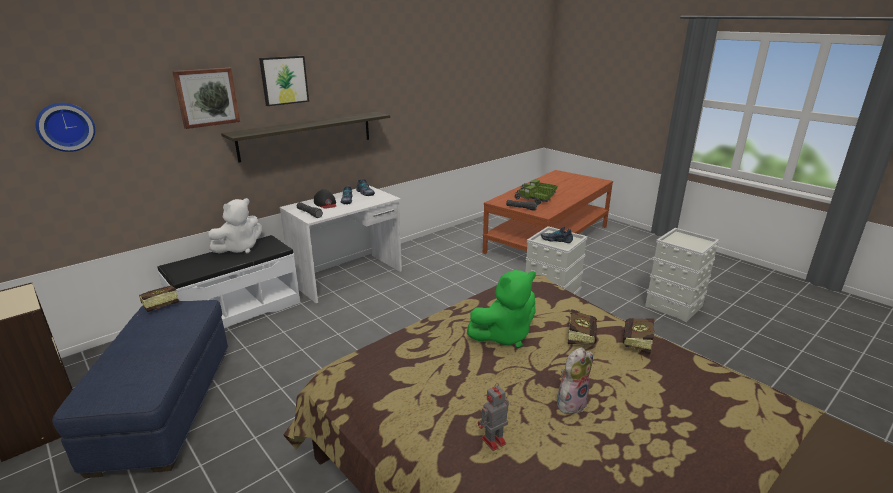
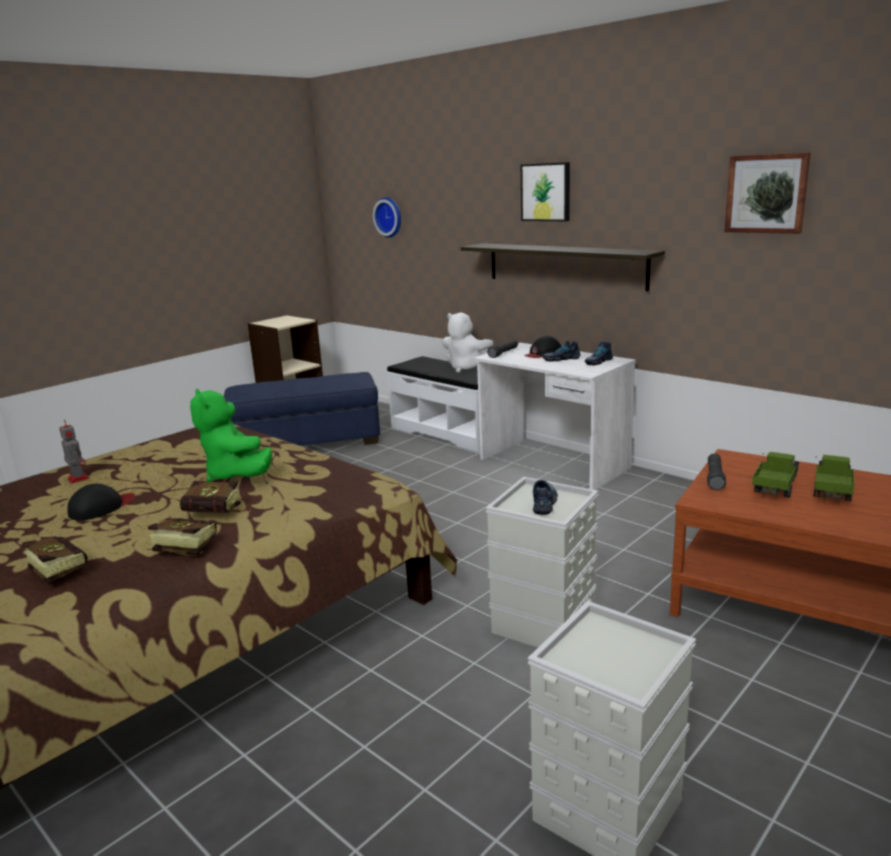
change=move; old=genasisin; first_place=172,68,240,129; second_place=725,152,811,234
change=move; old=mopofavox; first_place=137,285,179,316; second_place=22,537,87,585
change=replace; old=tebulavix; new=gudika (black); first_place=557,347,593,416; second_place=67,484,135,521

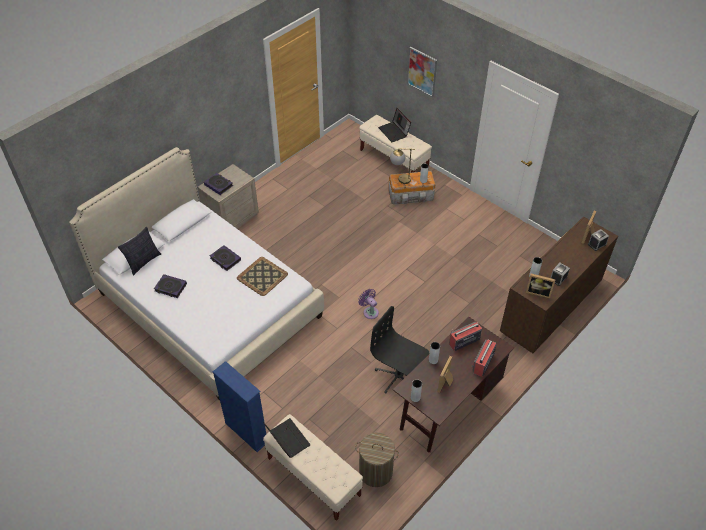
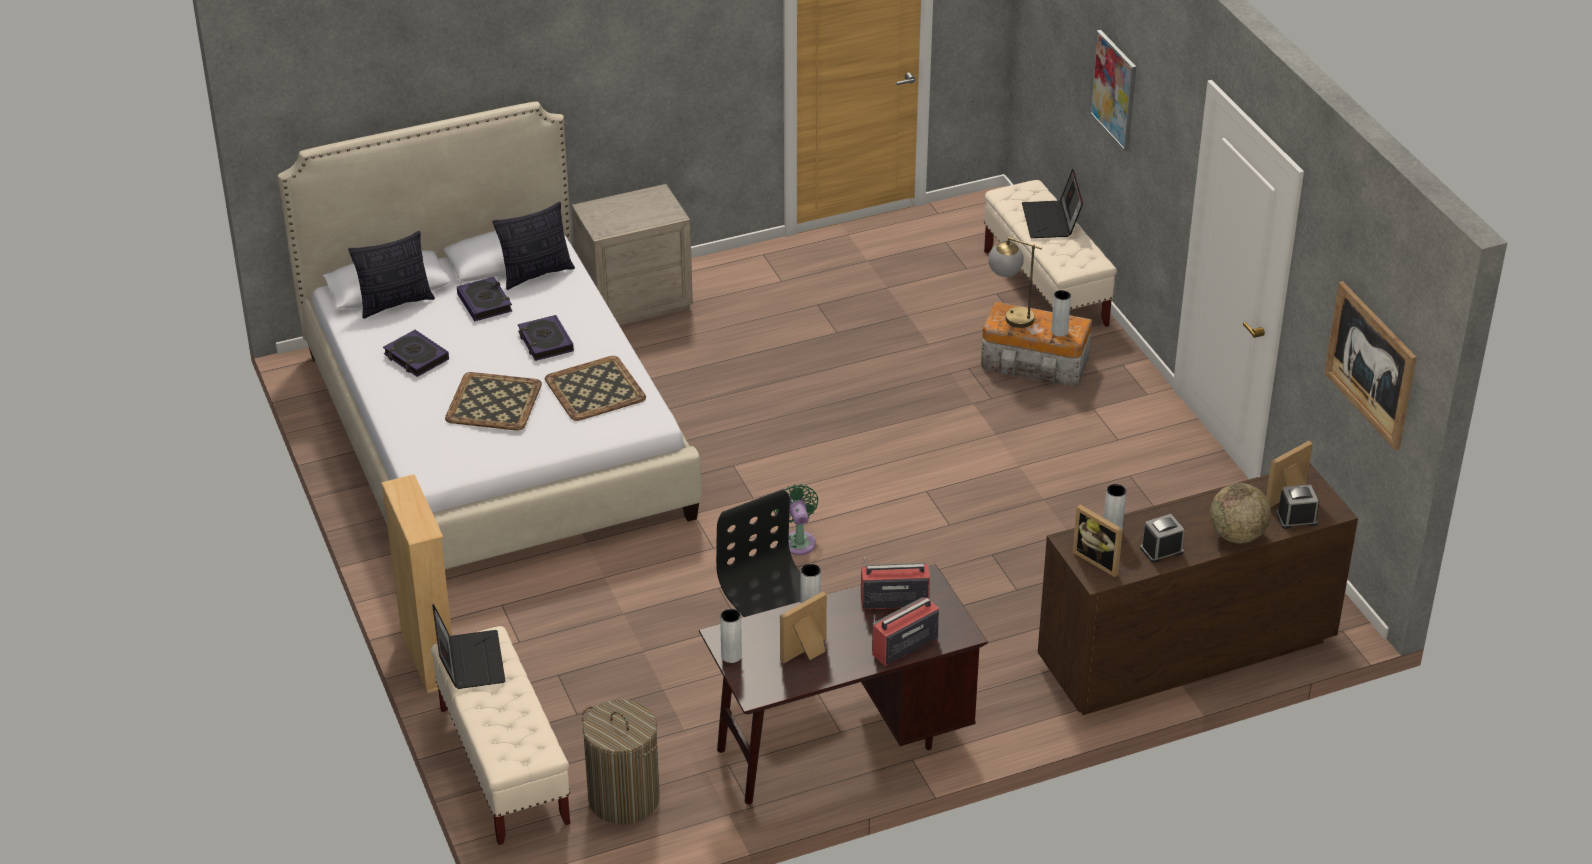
change=move; old=mopofavox; first_place=204,173,233,195; second_place=457,277,512,321
change=recolor; old=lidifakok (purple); new=lidifakok (green); first_place=358,289,379,319; second_place=773,484,818,555
change=recolor; old=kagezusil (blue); new=kagezusil (beige); first_place=213,361,266,452; second_place=381,474,452,693
change=insert; new=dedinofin; second_place=493,202,575,290
change=insert; new=genasisin; second_place=1324,281,1417,450
change=insert; new=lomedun; second_place=445,372,542,431
change=insert; new=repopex; second_place=1210,483,1271,543

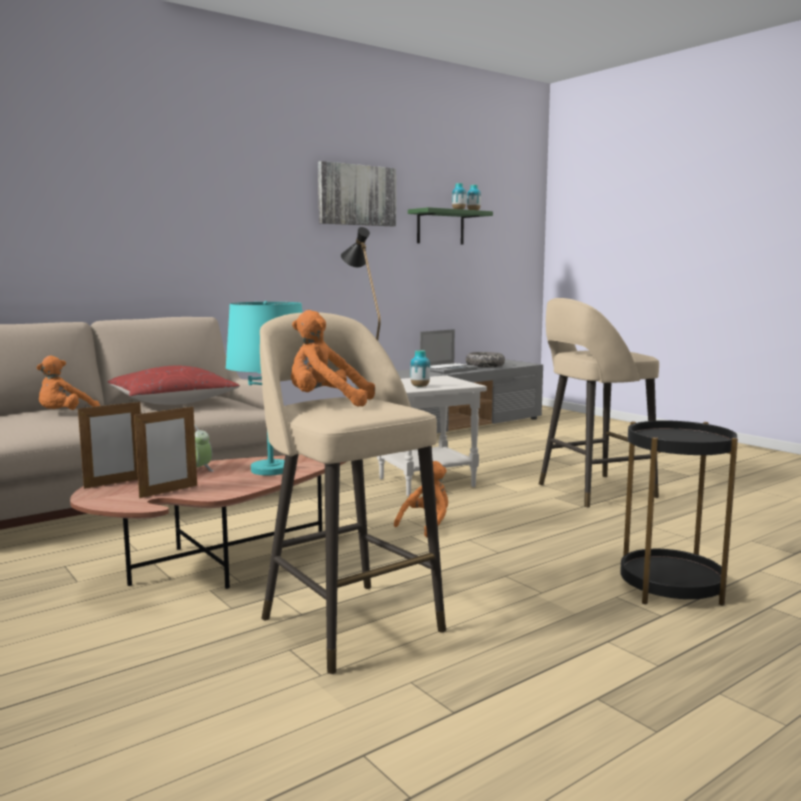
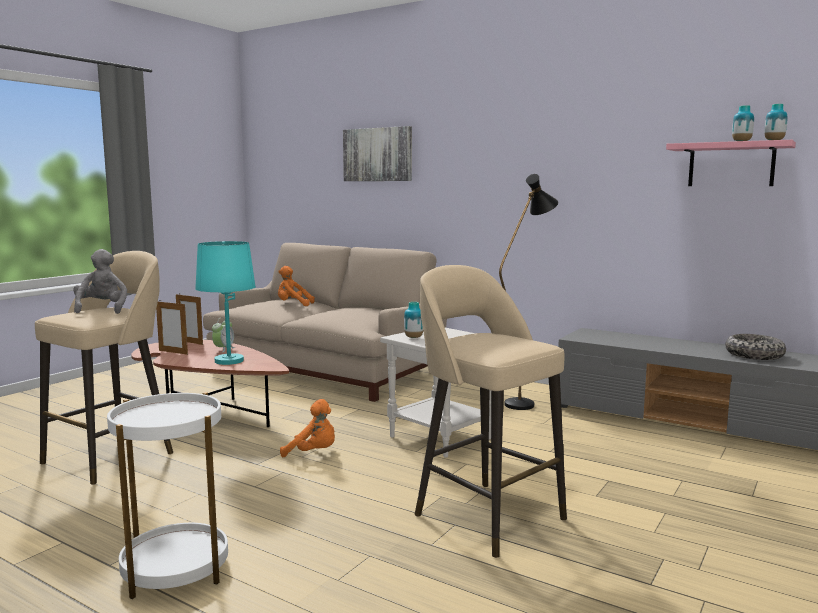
change=move; old=genasisin; first_place=318,161,396,226; second_place=343,126,412,181
change=recolor; old=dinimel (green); new=dinimel (pink); first_place=408,207,493,244; second_place=666,140,796,186
change=recolor; old=tebulavix (orange); new=tebulavix (grey); first_place=291,310,375,406; second_place=73,249,127,314
change=delete; old=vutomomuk; first_place=420,329,478,374
change=delete; old=dedinofin (red); first_place=107,366,240,405
change=recolor; old=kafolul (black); new=kafolul (white); first_place=620,420,738,606; second_place=107,392,228,599

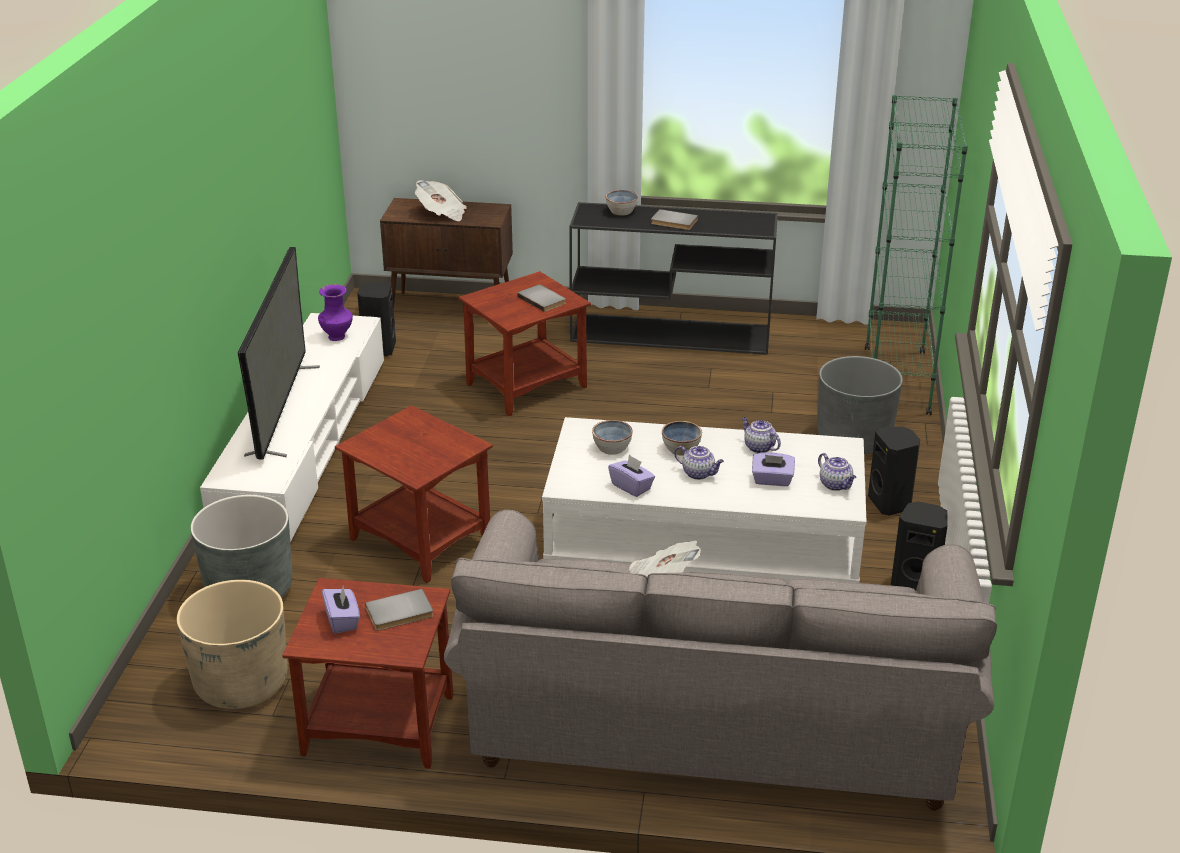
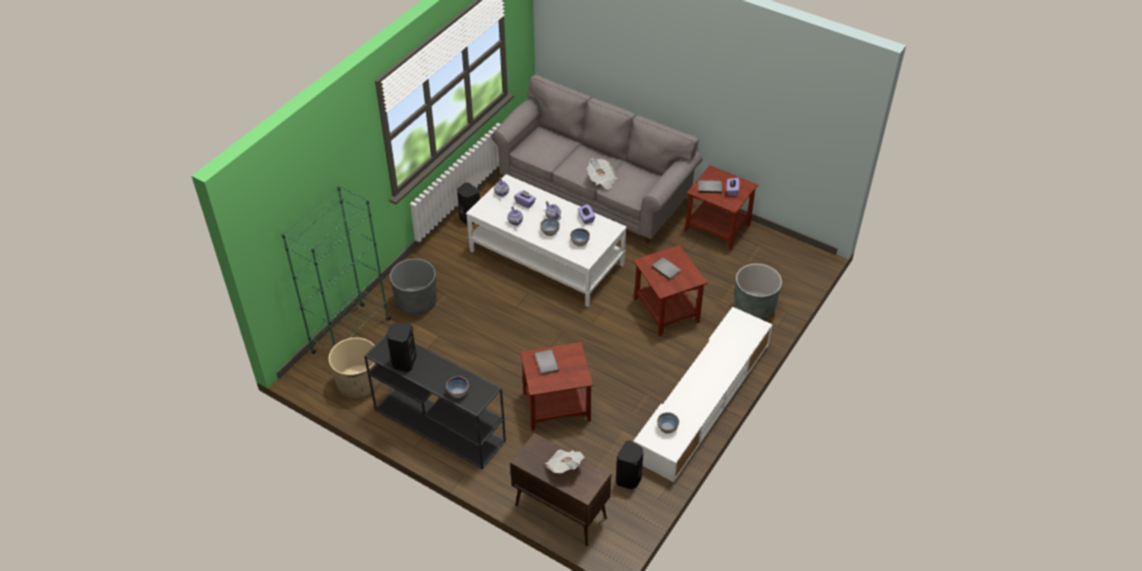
change=move; old=mopofavox (grey); first_place=651,209,698,230; second_place=651,257,681,280
change=delete; old=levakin; first_place=238,247,320,459
change=replace; old=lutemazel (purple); new=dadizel; first_place=318,284,353,341; second_place=657,412,679,434
change=move; old=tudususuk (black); first_place=868,427,920,516; second_place=387,323,417,372
change=move; old=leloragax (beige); first_place=177,580,288,709; second_place=329,337,380,398

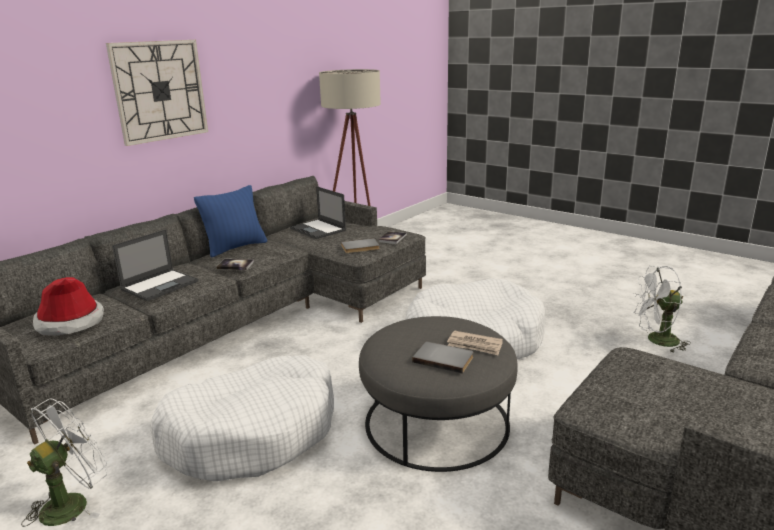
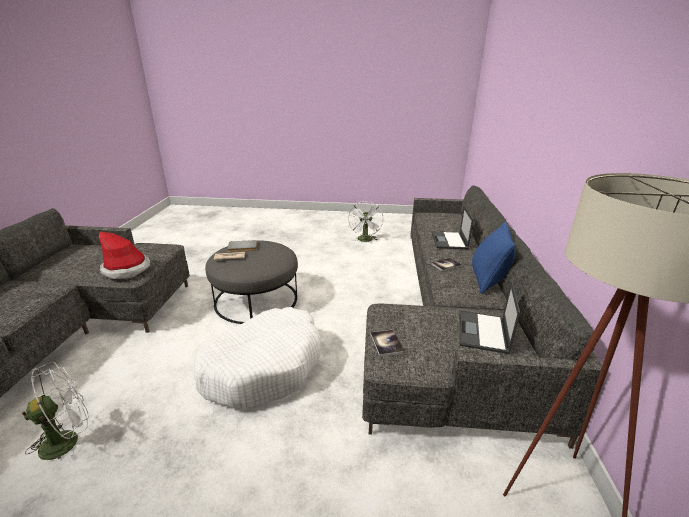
change=delete; old=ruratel; first_place=106,40,208,146
change=rotate; old=vutomomuk; first_place=290,186,346,239; second_place=459,281,520,354; degrees=-90
change=delete; old=mopofavox (grey); first_place=341,238,380,253
change=move; old=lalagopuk; first_place=33,277,104,336; second_place=99,232,150,279
change=delete; old=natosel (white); first_place=150,355,334,481

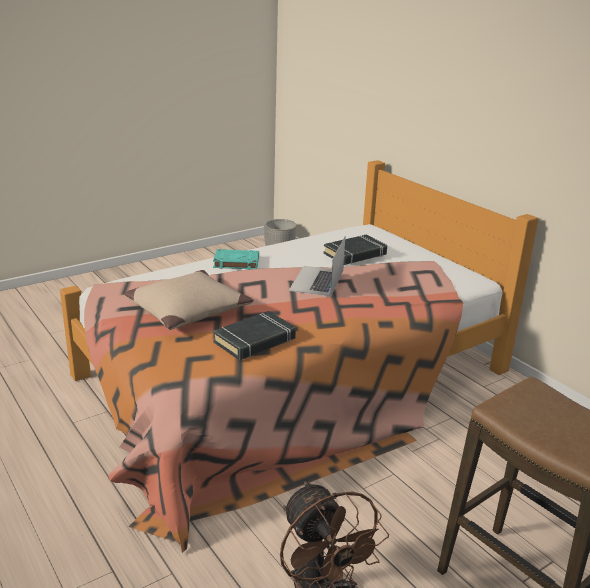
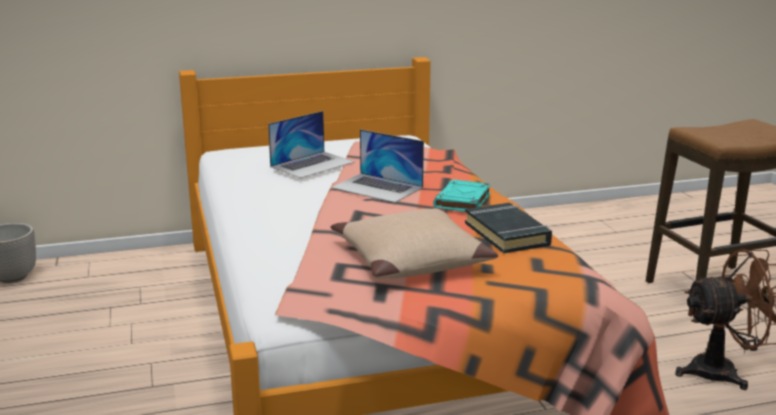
change=replace; old=mopofavox (black); new=vutomomuk; first_place=323,235,387,265; second_place=268,111,355,178
change=move; old=mopofavox (turquoise); first_place=213,249,259,270; second_place=433,179,491,212

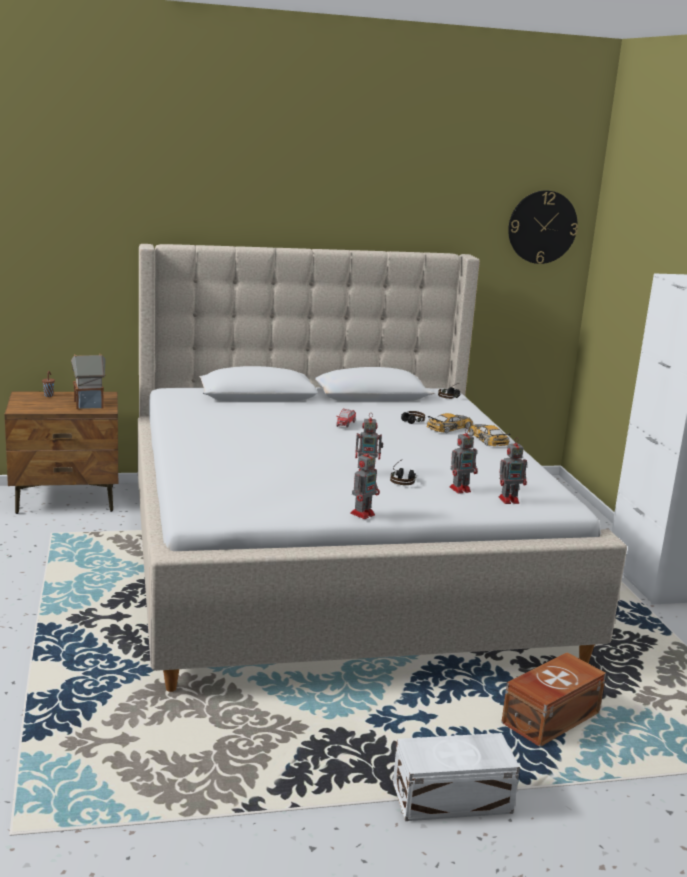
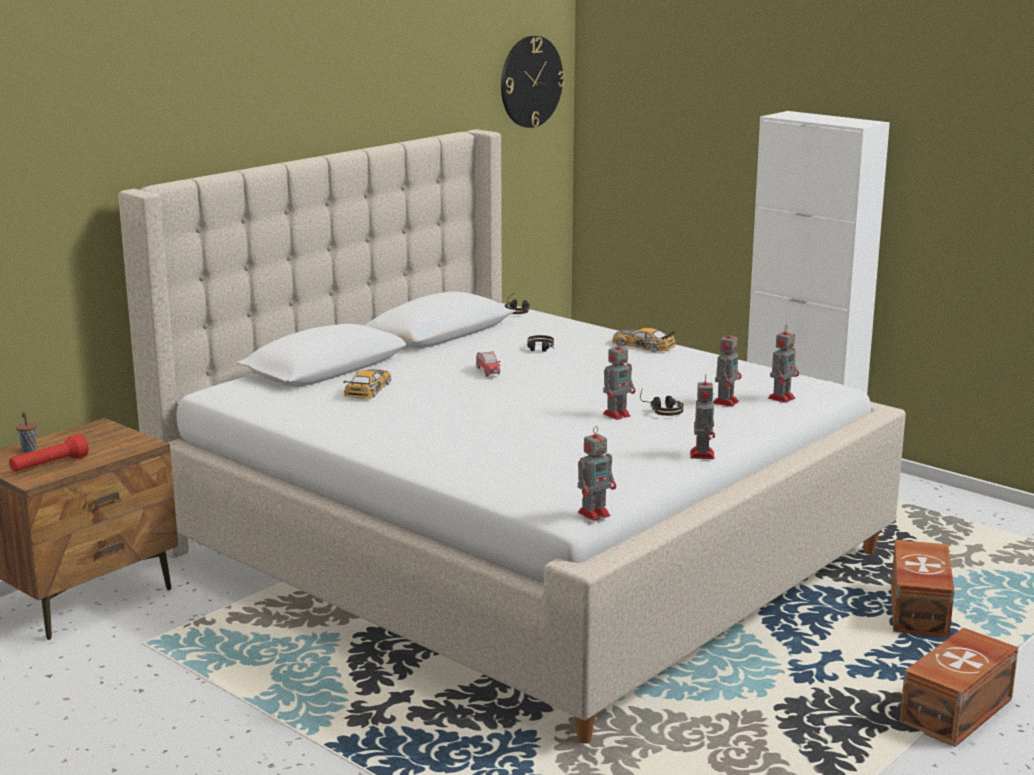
change=delete; old=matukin; first_place=71,354,106,409
change=move; old=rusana; first_place=426,413,473,433; second_place=344,369,391,398
change=recolor; old=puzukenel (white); new=puzukenel (brown); first_place=393,733,520,821; second_place=900,628,1019,747
change=insert; new=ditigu; second_place=578,426,616,521
change=insert; new=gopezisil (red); second_place=9,434,89,472

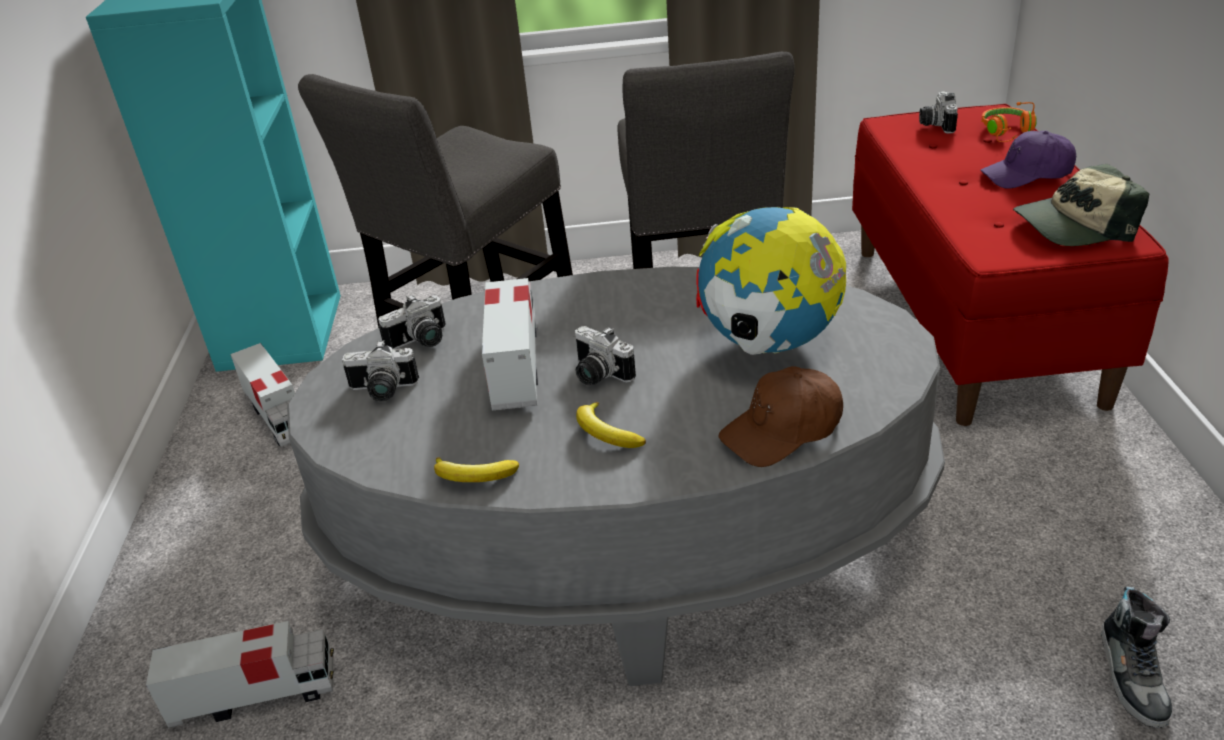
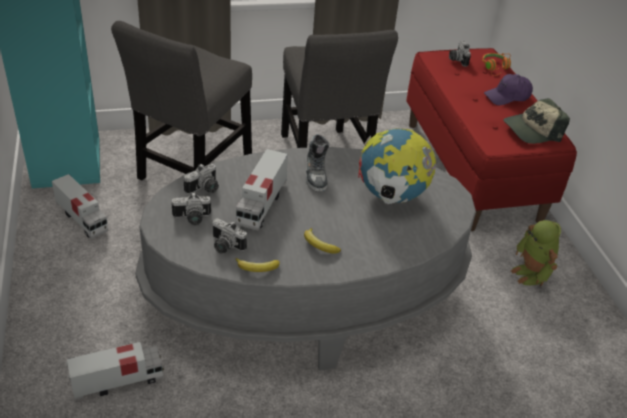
change=rotate; old=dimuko; first_place=482,278,538,410; second_place=236,149,288,231; degrees=-150
change=move; old=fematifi; first_place=574,326,636,385; second_place=212,218,247,253
change=delete; old=gudika (brown); first_place=719,366,843,467
change=move; old=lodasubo; first_place=1101,587,1172,728; second_place=306,134,329,192
change=insert; new=ditigu; second_place=511,220,561,286

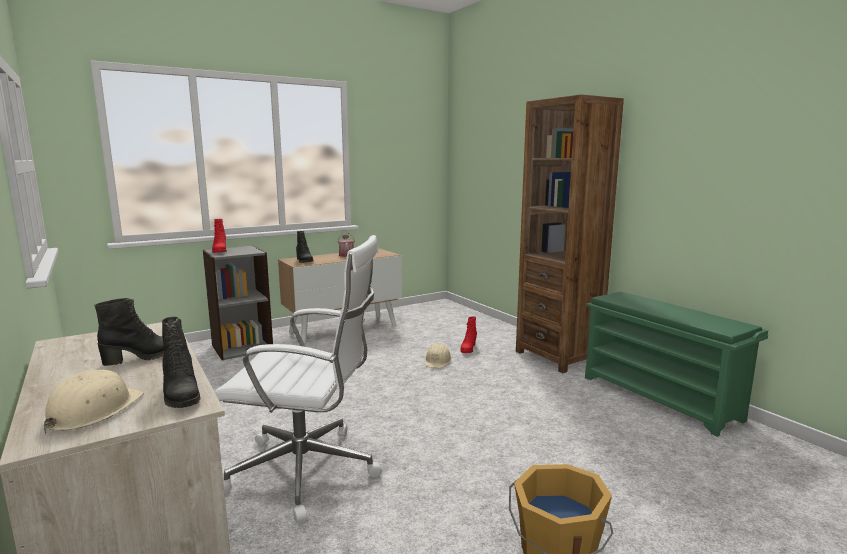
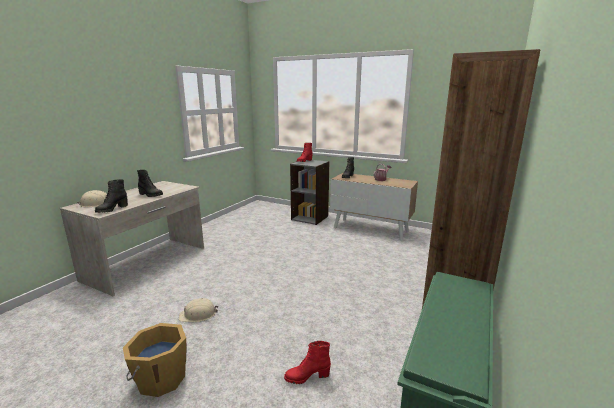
change=delete; old=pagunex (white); first_place=215,235,382,523
change=move; old=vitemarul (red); first_place=460,316,477,353; second_place=284,341,331,384
change=move; old=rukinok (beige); first_place=425,343,452,368; second_place=179,298,218,322

